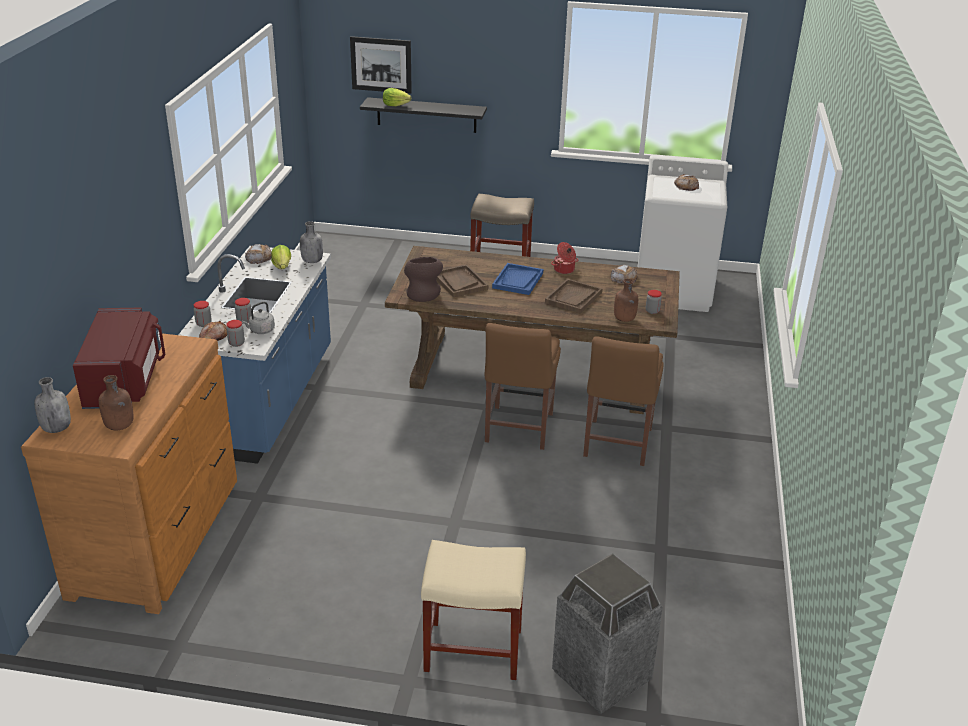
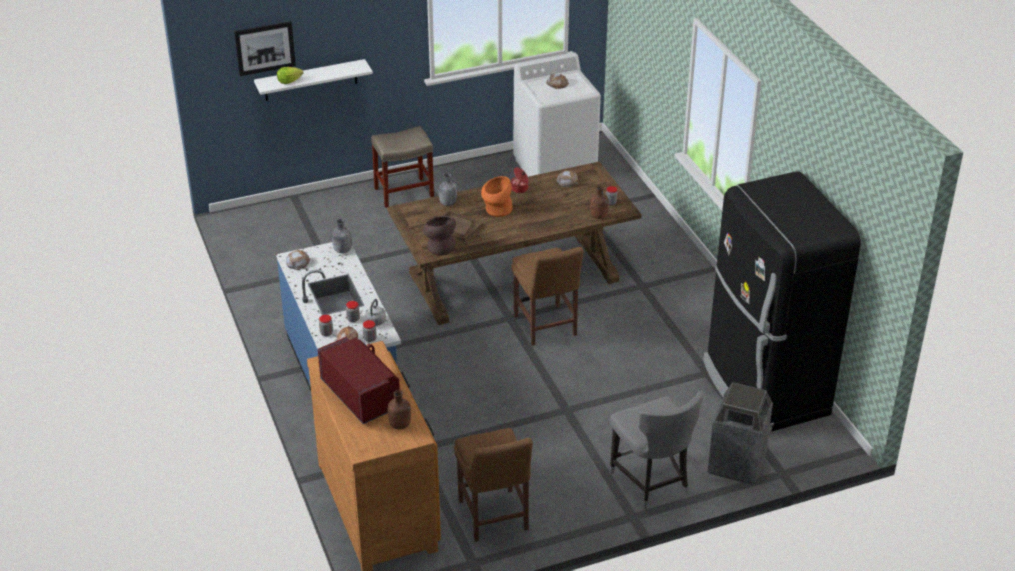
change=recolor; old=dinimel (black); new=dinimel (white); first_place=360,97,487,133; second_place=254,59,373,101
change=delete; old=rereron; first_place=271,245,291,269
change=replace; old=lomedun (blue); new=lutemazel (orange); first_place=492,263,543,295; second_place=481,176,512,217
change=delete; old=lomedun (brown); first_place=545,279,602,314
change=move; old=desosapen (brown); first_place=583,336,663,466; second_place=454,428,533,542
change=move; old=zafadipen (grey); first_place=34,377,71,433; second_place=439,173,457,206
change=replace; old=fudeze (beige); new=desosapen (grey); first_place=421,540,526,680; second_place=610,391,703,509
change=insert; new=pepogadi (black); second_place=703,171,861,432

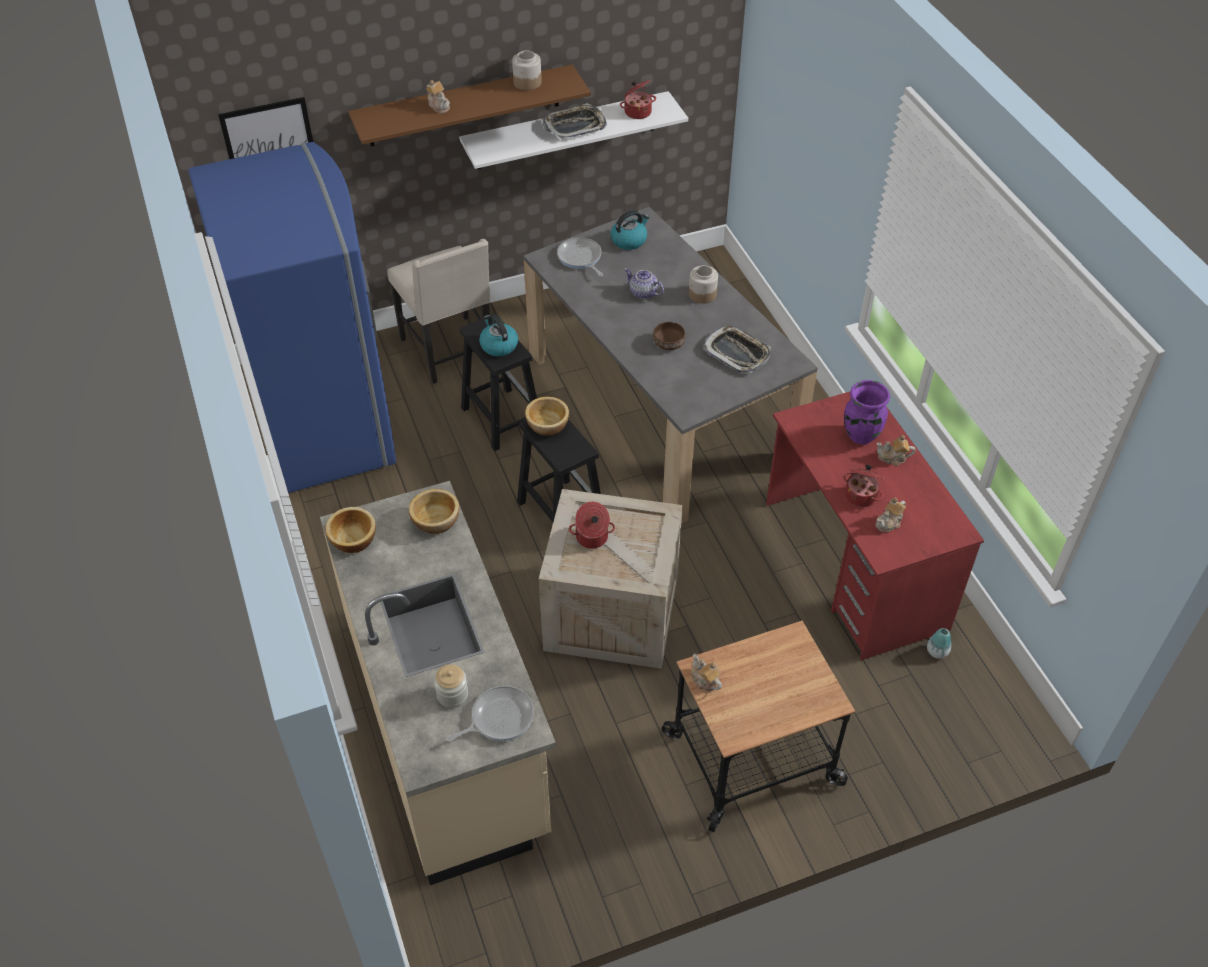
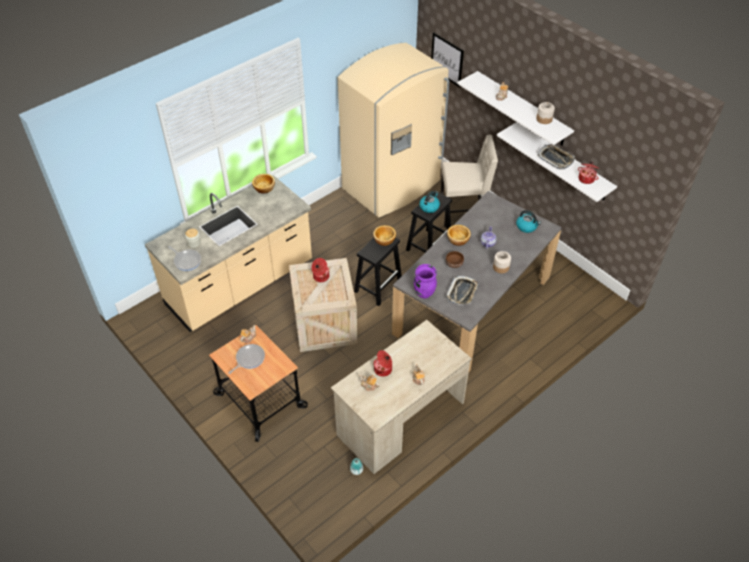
change=recolor; old=dinimel (brown); new=dinimel (white); first_place=348,65,591,146; second_place=457,71,574,146
change=recolor; old=pepogadi (blue); new=pepogadi (beige); first_place=188,142,396,494; second_place=338,43,450,217
change=move; old=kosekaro; first_place=557,237,603,276; second_place=228,344,265,374
change=rotate; old=desosapen (beige); first_place=387,239,490,384; second_place=441,135,498,227; degrees=-135
change=move; old=lutemazel (purple); first_place=844,380,890,444; second_place=414,264,437,298
change=recolor; old=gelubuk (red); new=gelubuk (beige); first_place=766,392,984,660; second_place=331,320,472,474
change=move; old=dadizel; first_place=409,489,459,534; second_place=447,225,471,246

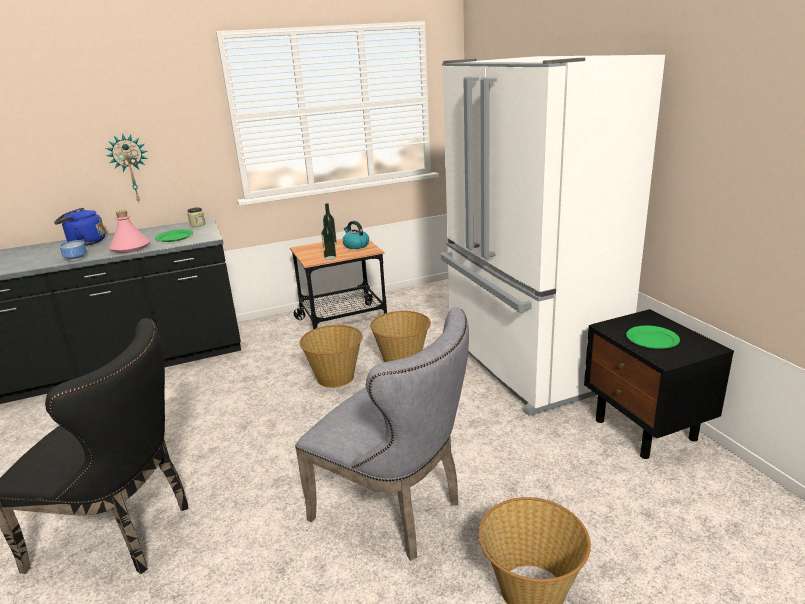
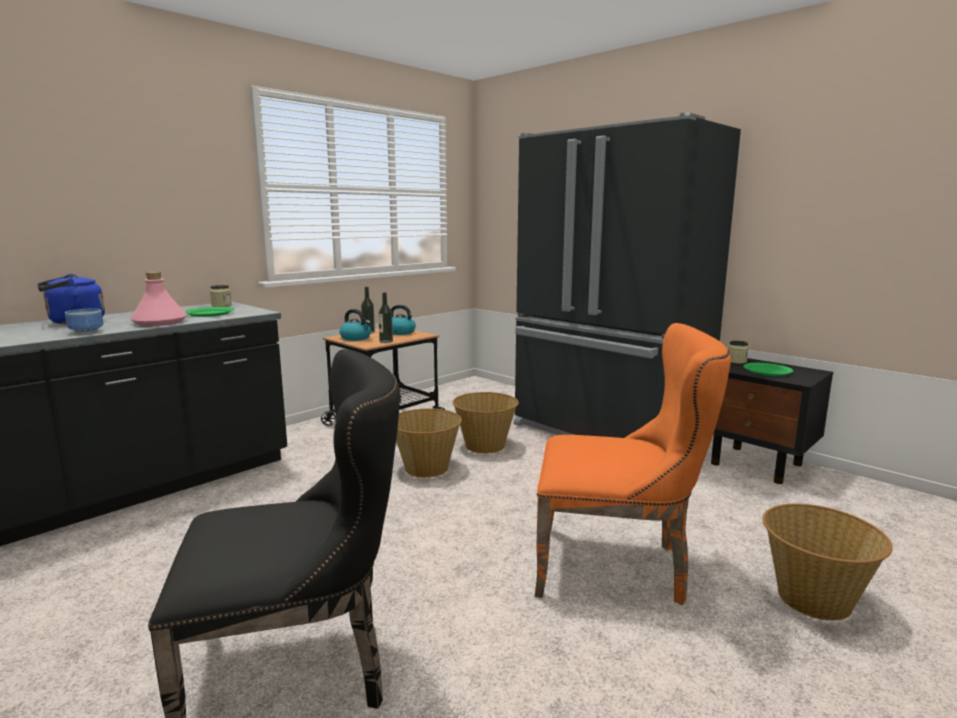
change=recolor; old=pepogadi (white); new=pepogadi (black); first_place=441,55,665,416; second_place=514,113,741,438
change=delete; old=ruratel; first_place=106,133,148,202
change=recolor; old=desosapen (grey); new=desosapen (orange); first_place=295,307,469,561; second_place=535,323,731,605
change=insert; new=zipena; second_place=339,309,371,341
change=insert; new=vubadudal; second_place=728,341,749,364

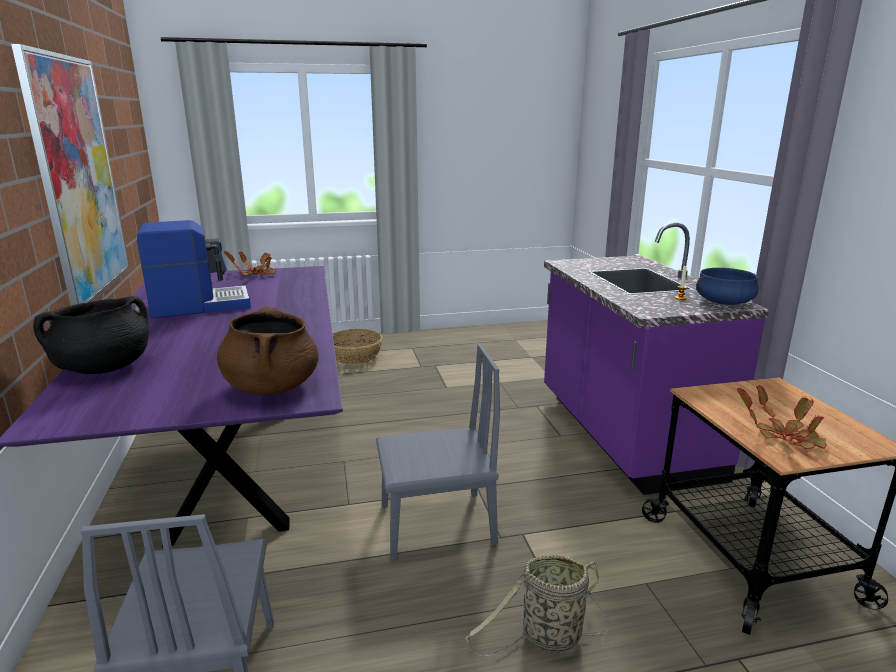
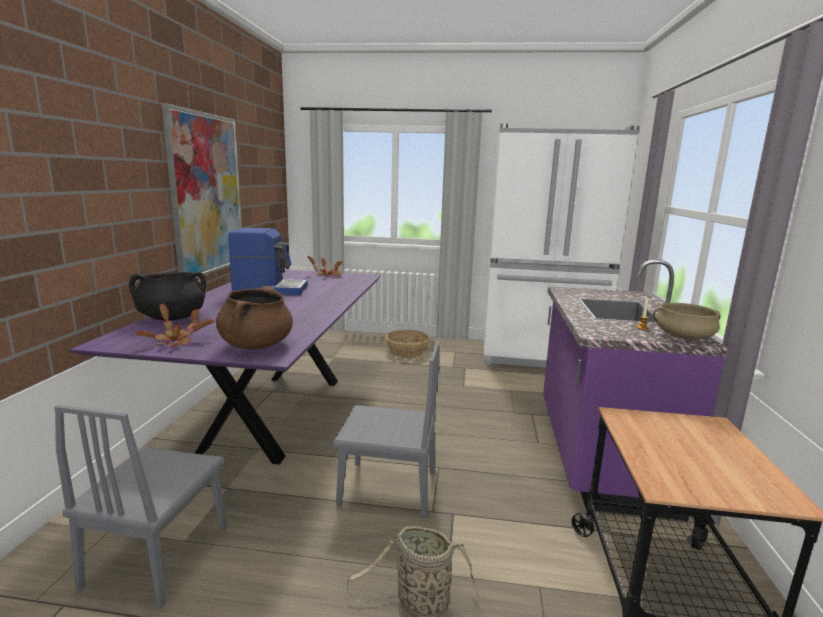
change=recolor; old=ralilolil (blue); new=ralilolil (beige); first_place=696,268,758,305; second_place=653,303,720,339
change=move; old=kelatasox; first_place=737,385,827,449; second_place=135,304,214,347
change=insert; new=pepogadi (white); second_place=484,124,639,368

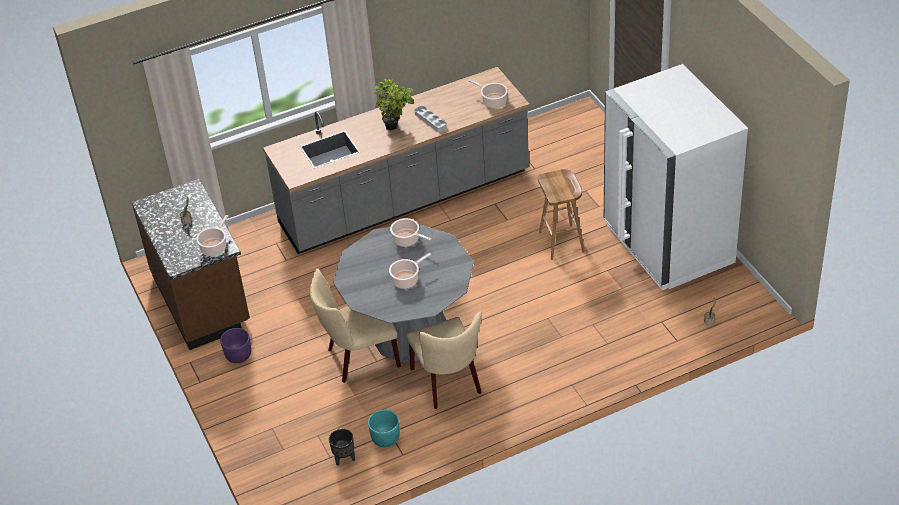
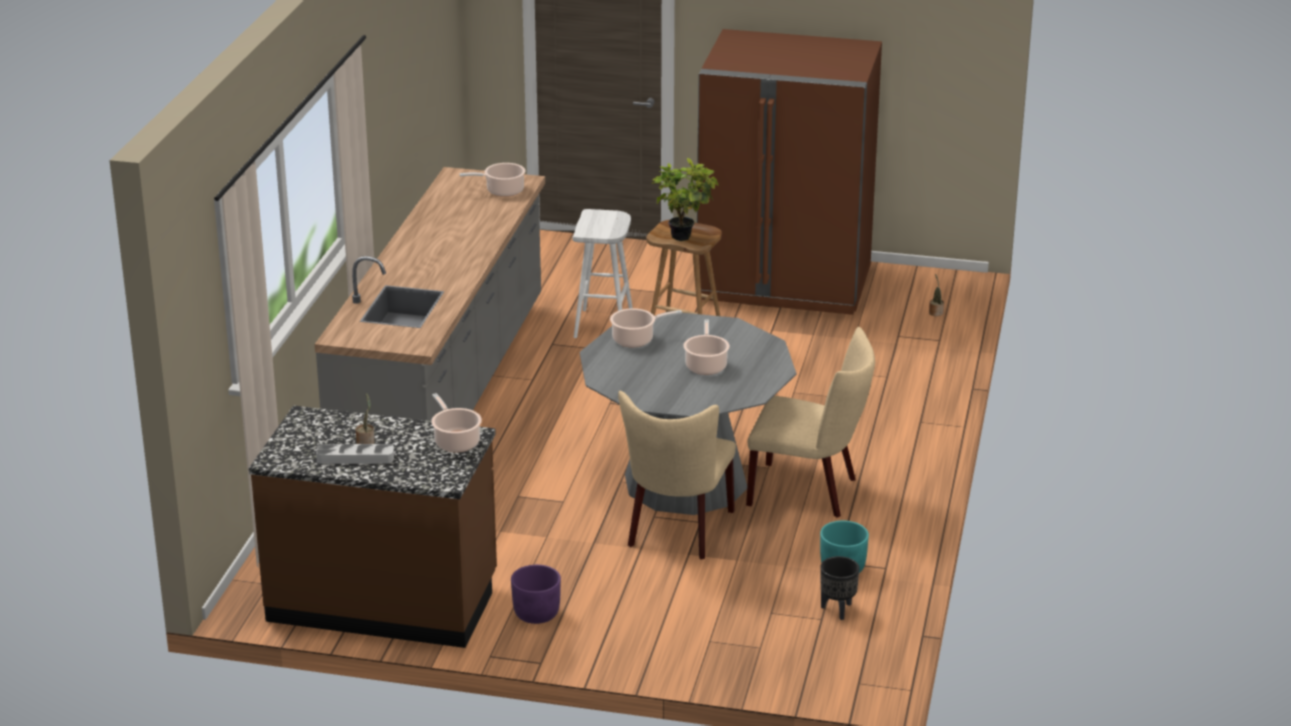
change=recolor; old=pepogadi (white); new=pepogadi (brown); first_place=604,64,748,290; second_place=697,29,882,315
change=move; old=kelatasox; first_place=374,79,414,131; second_place=651,158,718,241
change=move; old=lomedun (grey); first_place=415,106,446,132; second_place=316,444,394,464
change=insert; new=fudeze (white); second_place=572,209,633,338

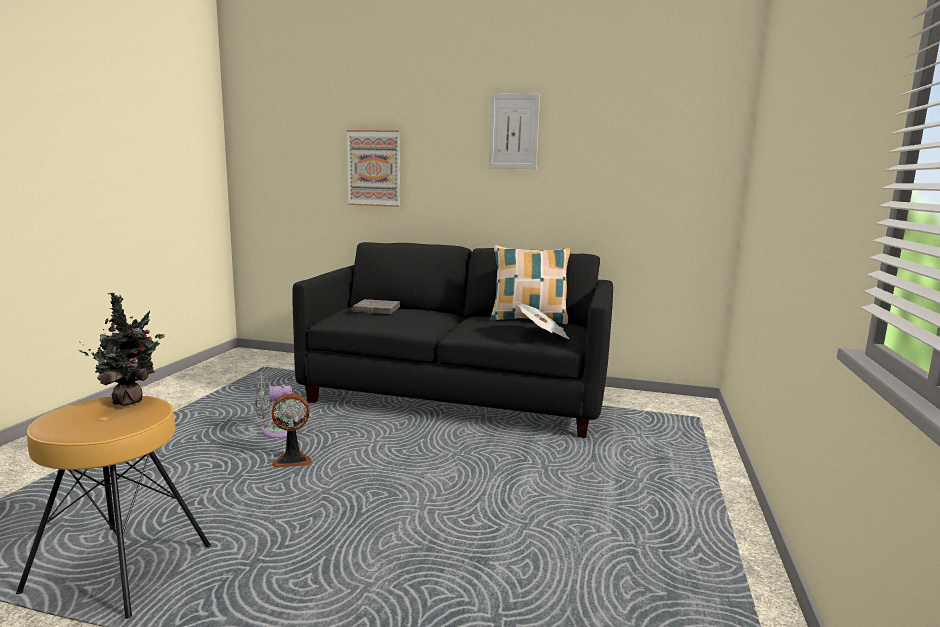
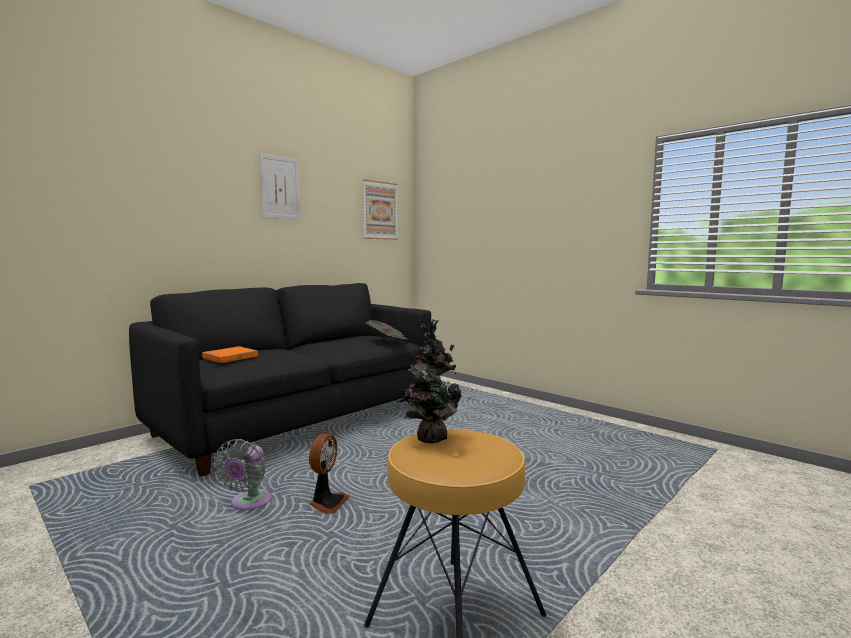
change=move; old=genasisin; first_place=346,130,400,207; second_place=363,179,398,240
change=delete; old=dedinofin; first_place=490,245,571,324
change=recolor; old=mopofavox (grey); new=mopofavox (orange); first_place=353,299,400,314; second_place=202,346,258,363

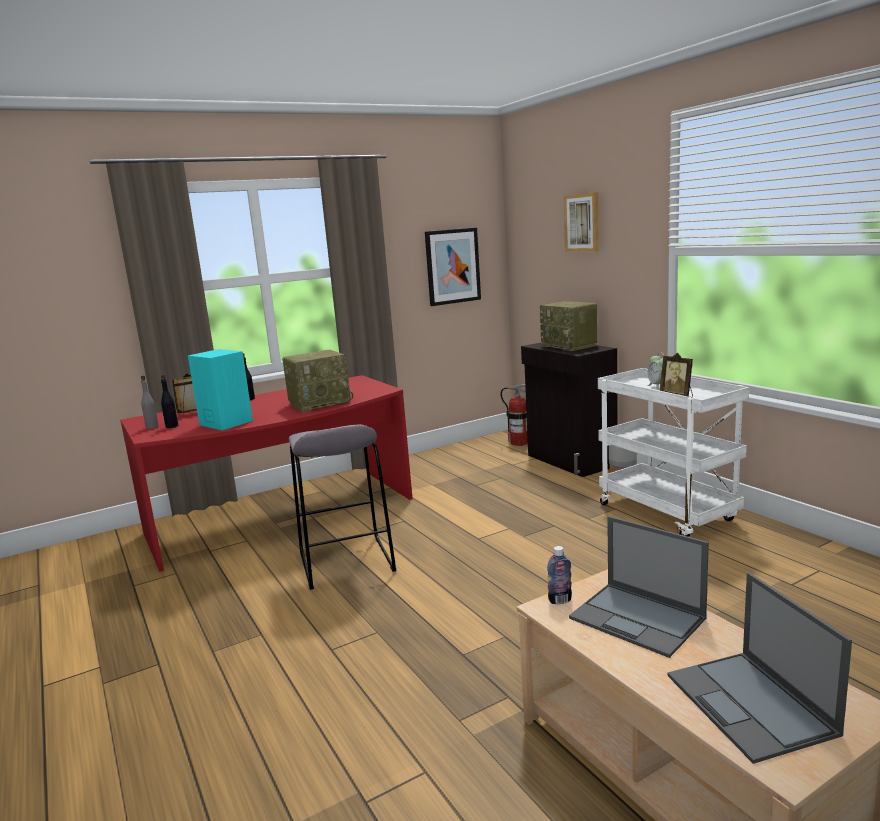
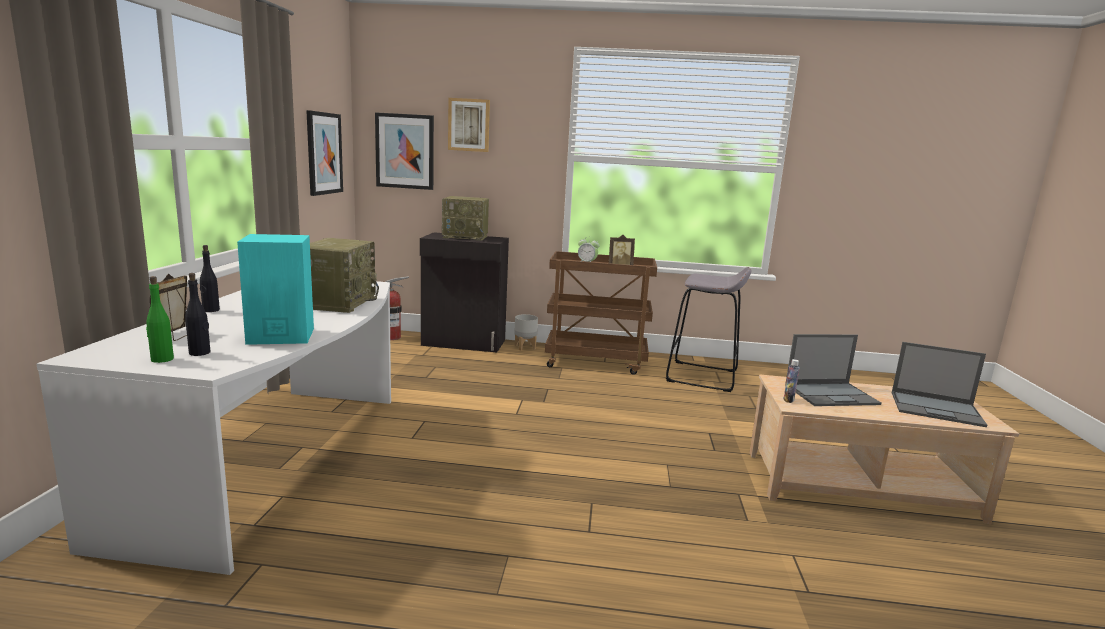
change=recolor; old=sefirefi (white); new=sefirefi (brown); first_place=598,368,749,537; second_place=545,251,657,375
change=recolor; old=gelubuk (red); new=gelubuk (white); first_place=120,375,412,572; second_place=37,281,391,575
change=recolor; old=zafadipen (grey); new=zafadipen (green); first_place=141,376,159,429; second_place=146,276,174,363
change=move; old=fudeze (grey); first_place=289,424,396,590; second_place=666,267,751,392
change=insert; new=genasisin; second_place=375,112,434,190

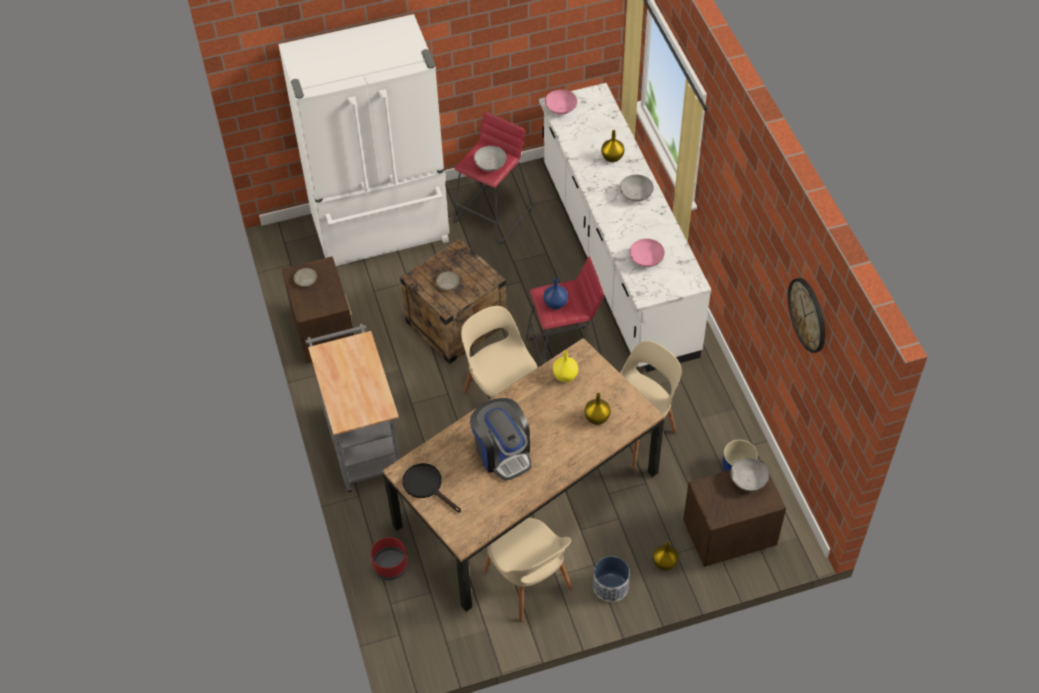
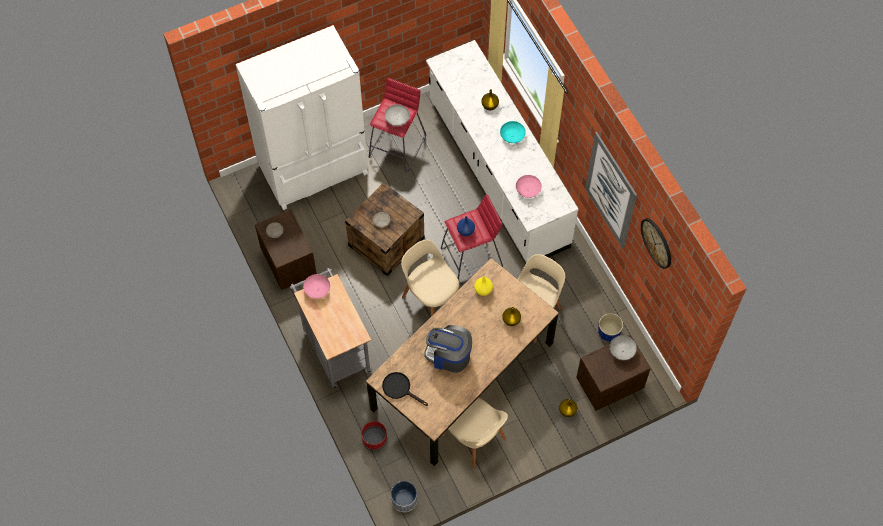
change=move; old=dadizel (pink); first_place=545,90,577,115; second_place=303,274,330,299
change=recolor; old=dadizel (grey); new=dadizel (turquoise); first_place=620,175,654,201; second_place=500,121,526,143
change=rotate; old=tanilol; first_place=470,398,531,480; second_place=424,325,472,373; degrees=150
change=move; old=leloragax; first_place=593,556,630,602; second_place=391,481,417,512
change=insert; new=genasisin; second_place=585,132,637,248

